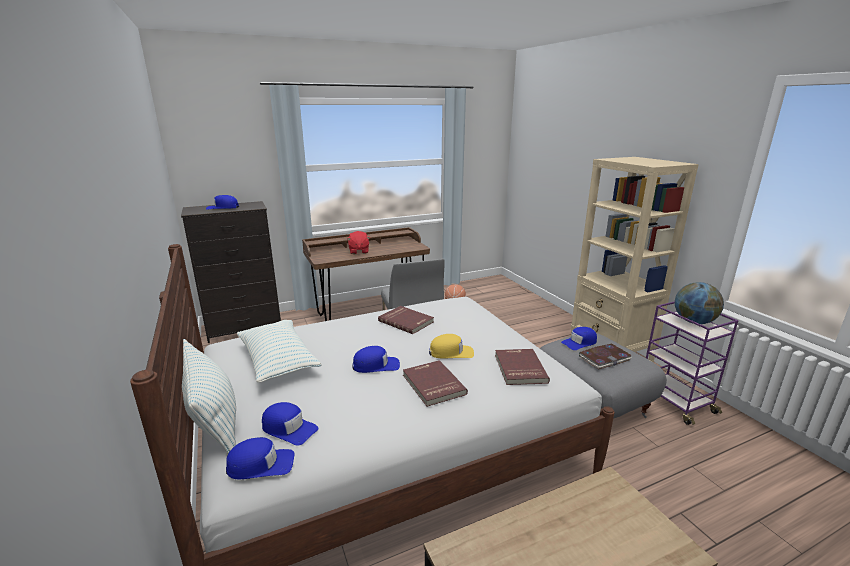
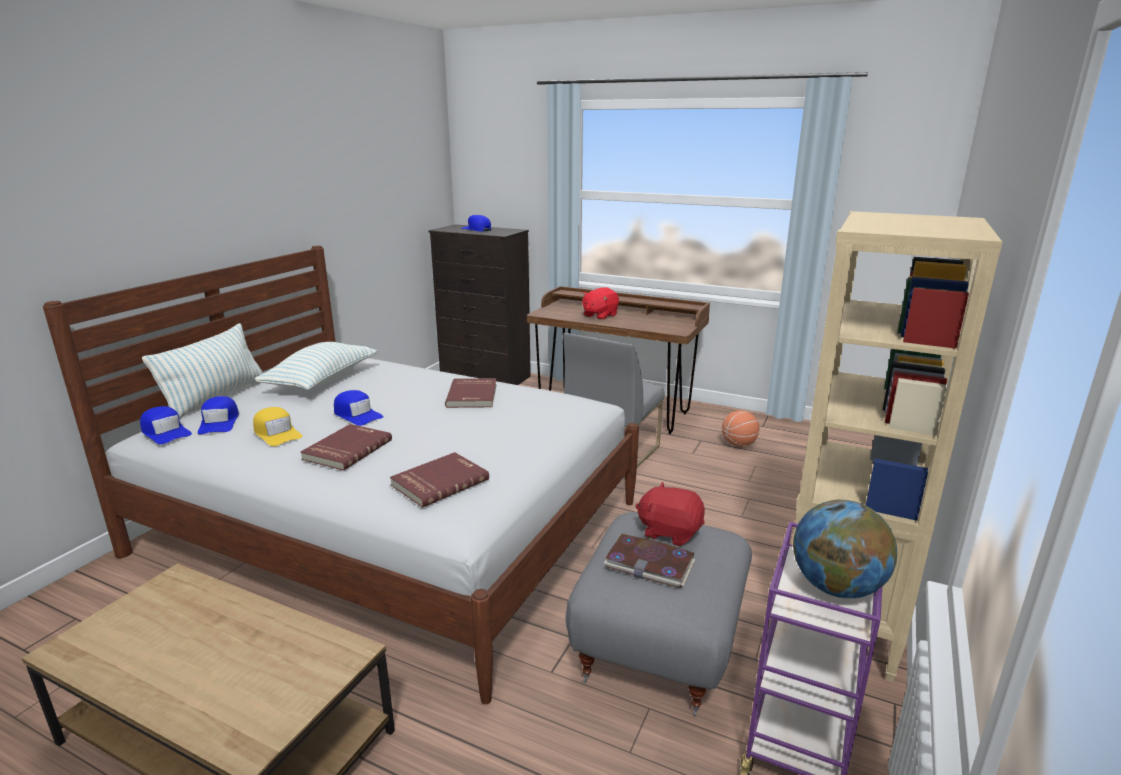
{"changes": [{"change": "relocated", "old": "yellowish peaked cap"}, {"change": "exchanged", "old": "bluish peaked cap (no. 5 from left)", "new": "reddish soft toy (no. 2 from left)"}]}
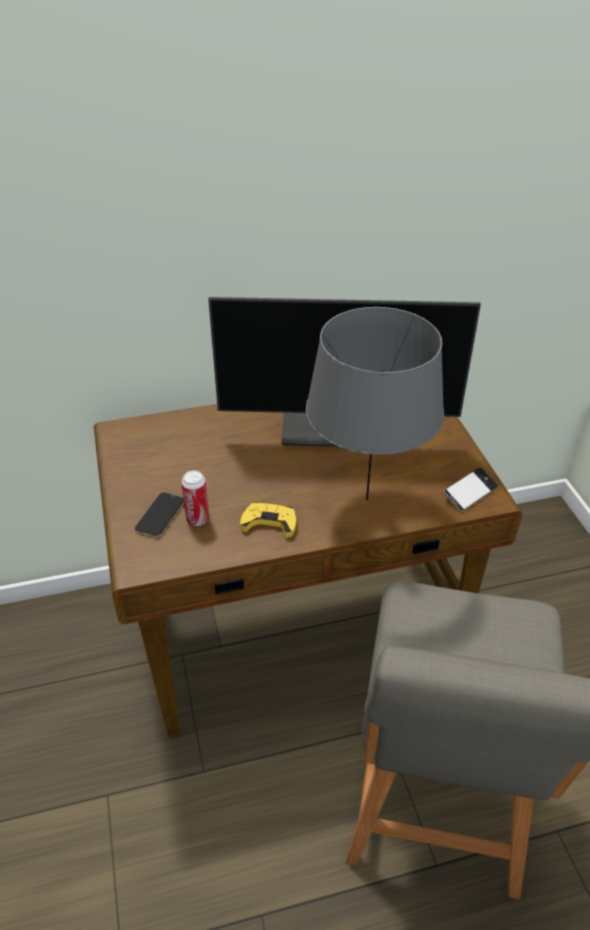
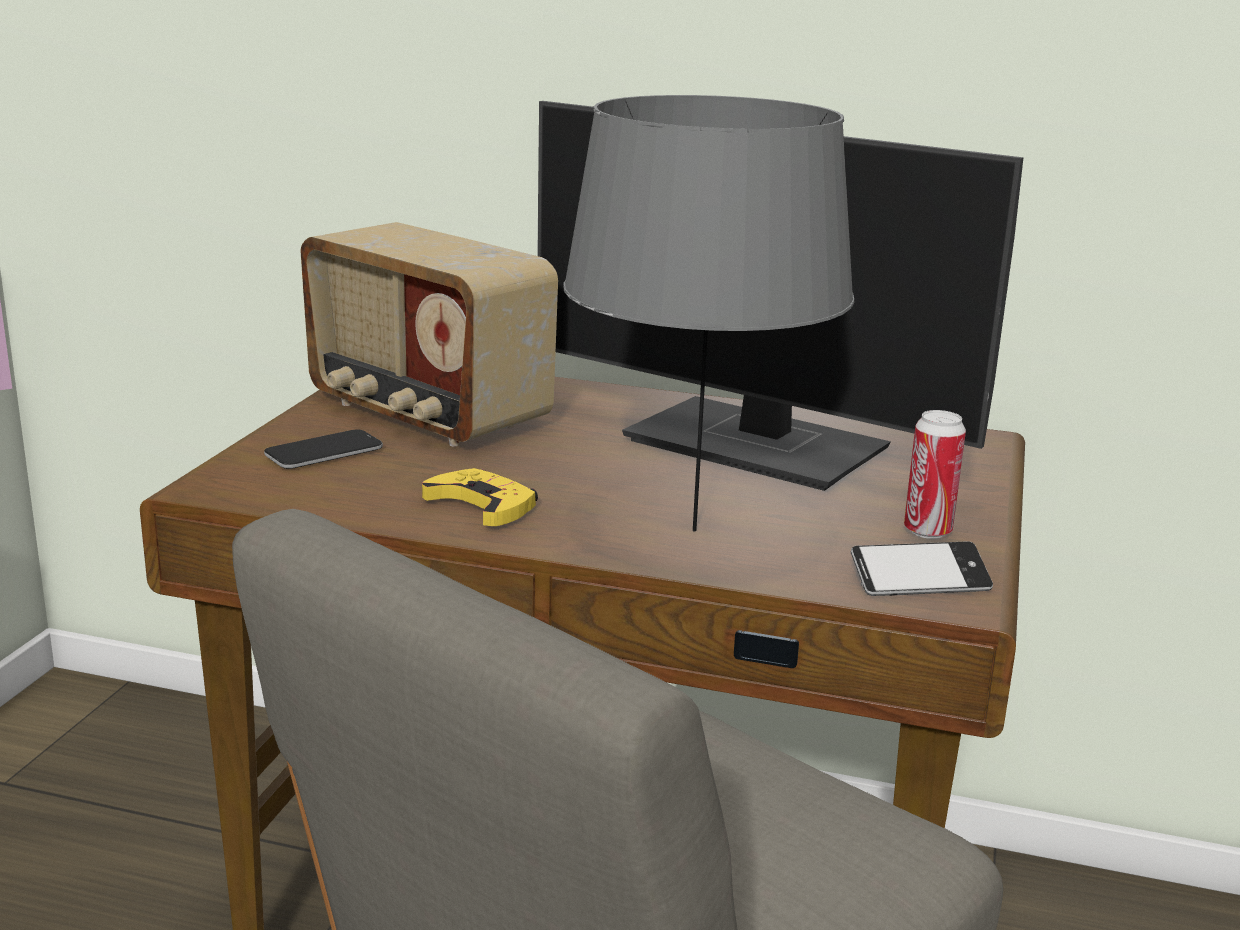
{"changes": [{"change": "appeared", "new": "radio set"}, {"change": "relocated", "old": "can"}]}
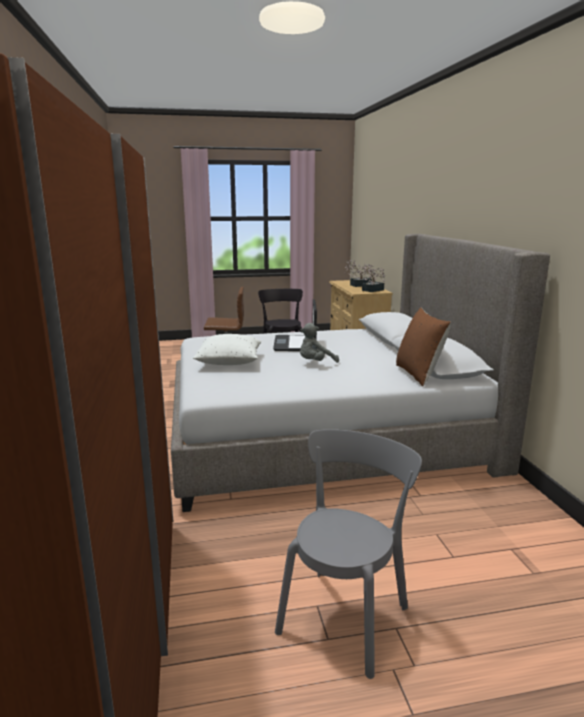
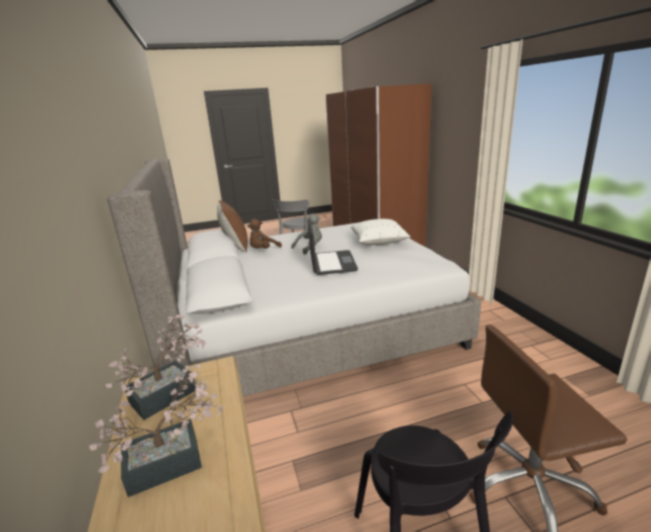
{"changes": [{"change": "appeared", "new": "brown-coloured soft toy"}]}
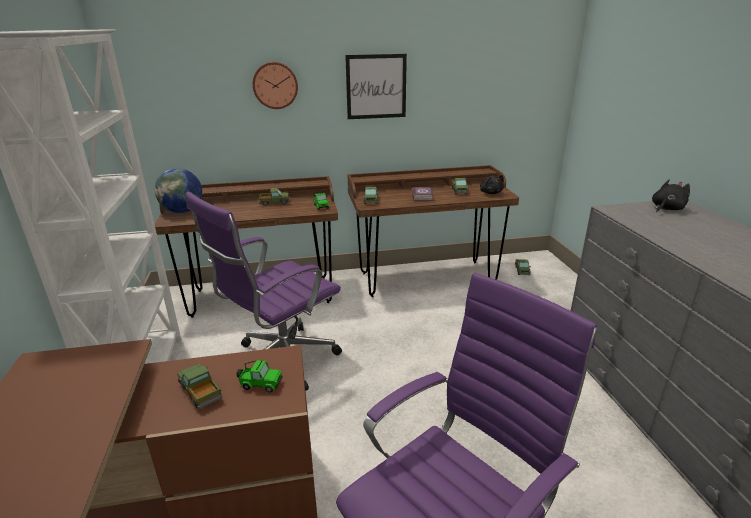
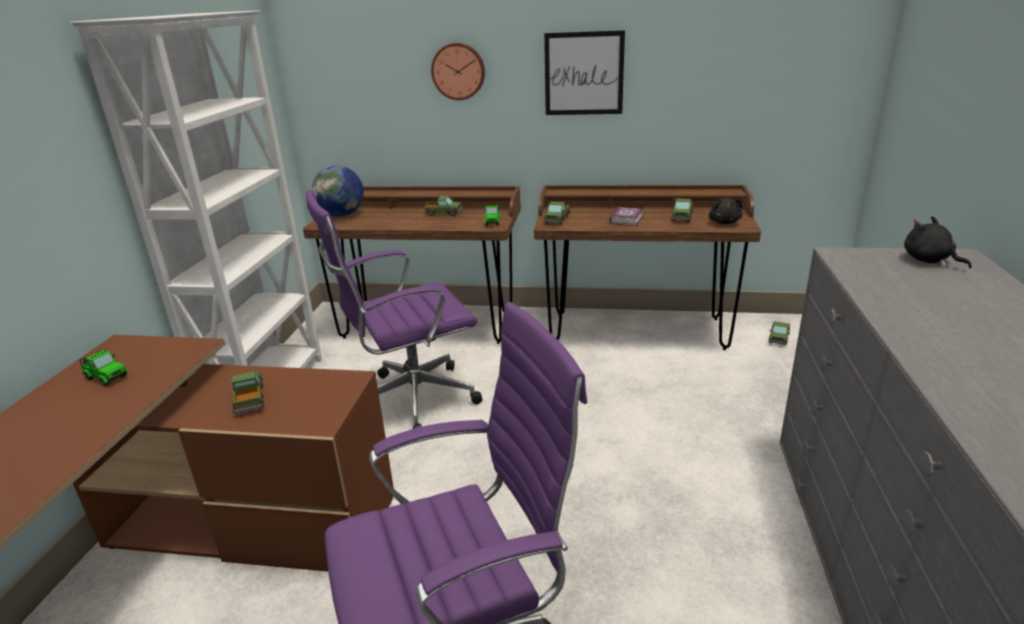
{"changes": [{"change": "relocated", "old": "model car (no. 1 from left)"}, {"change": "spun", "old": "blackish soft toy (no. 2 from left)", "degrees": -105}]}
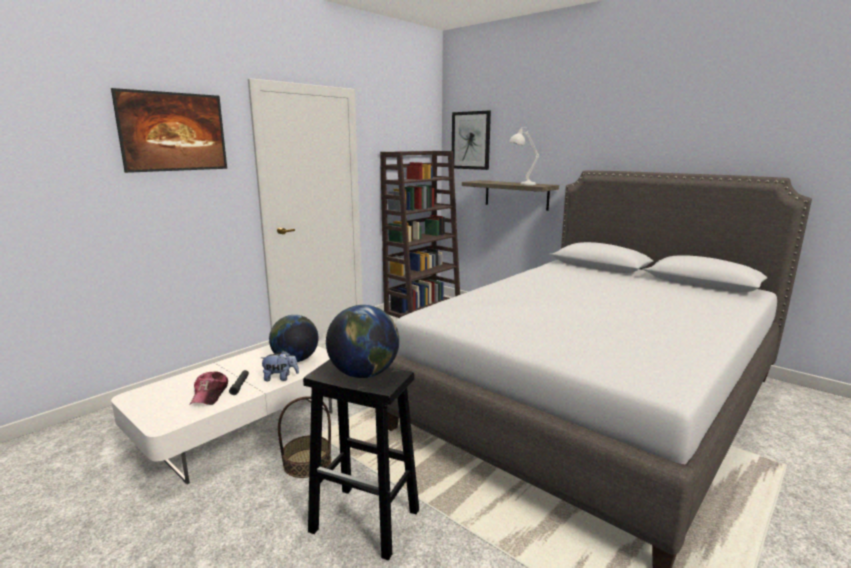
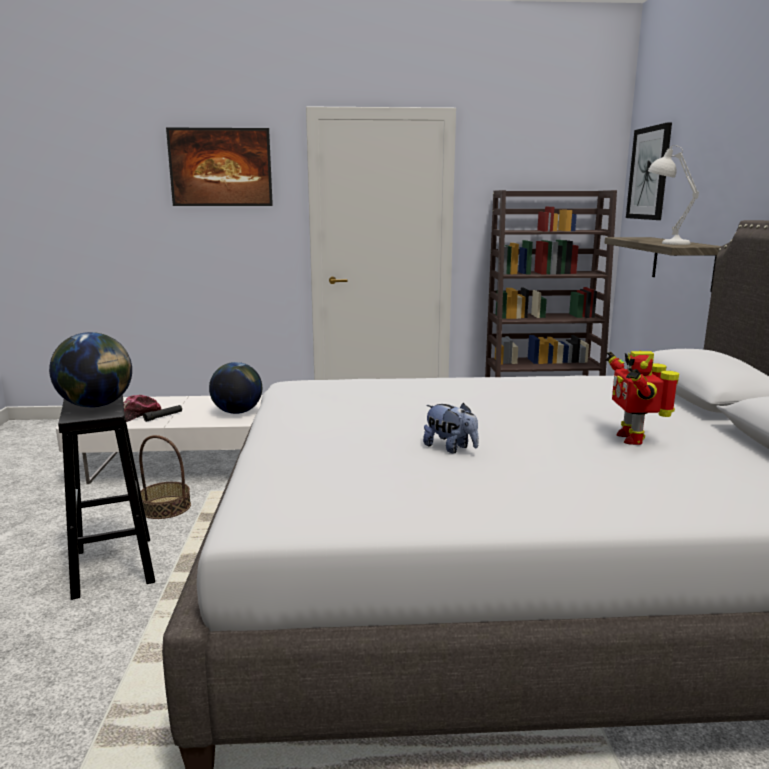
{"changes": [{"change": "relocated", "old": "soft toy"}, {"change": "appeared", "new": "model robot"}]}
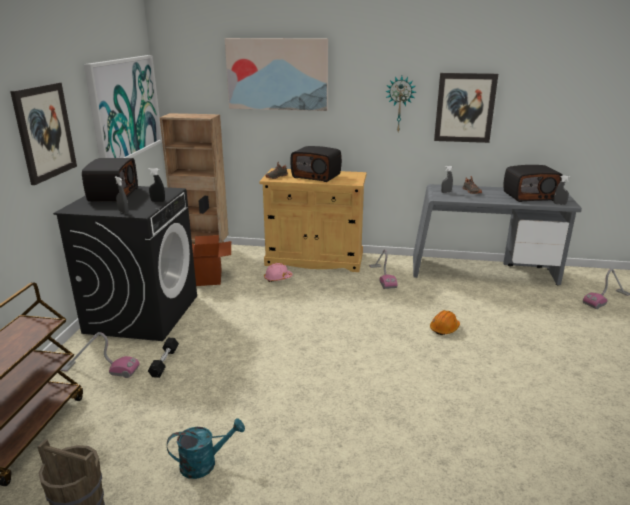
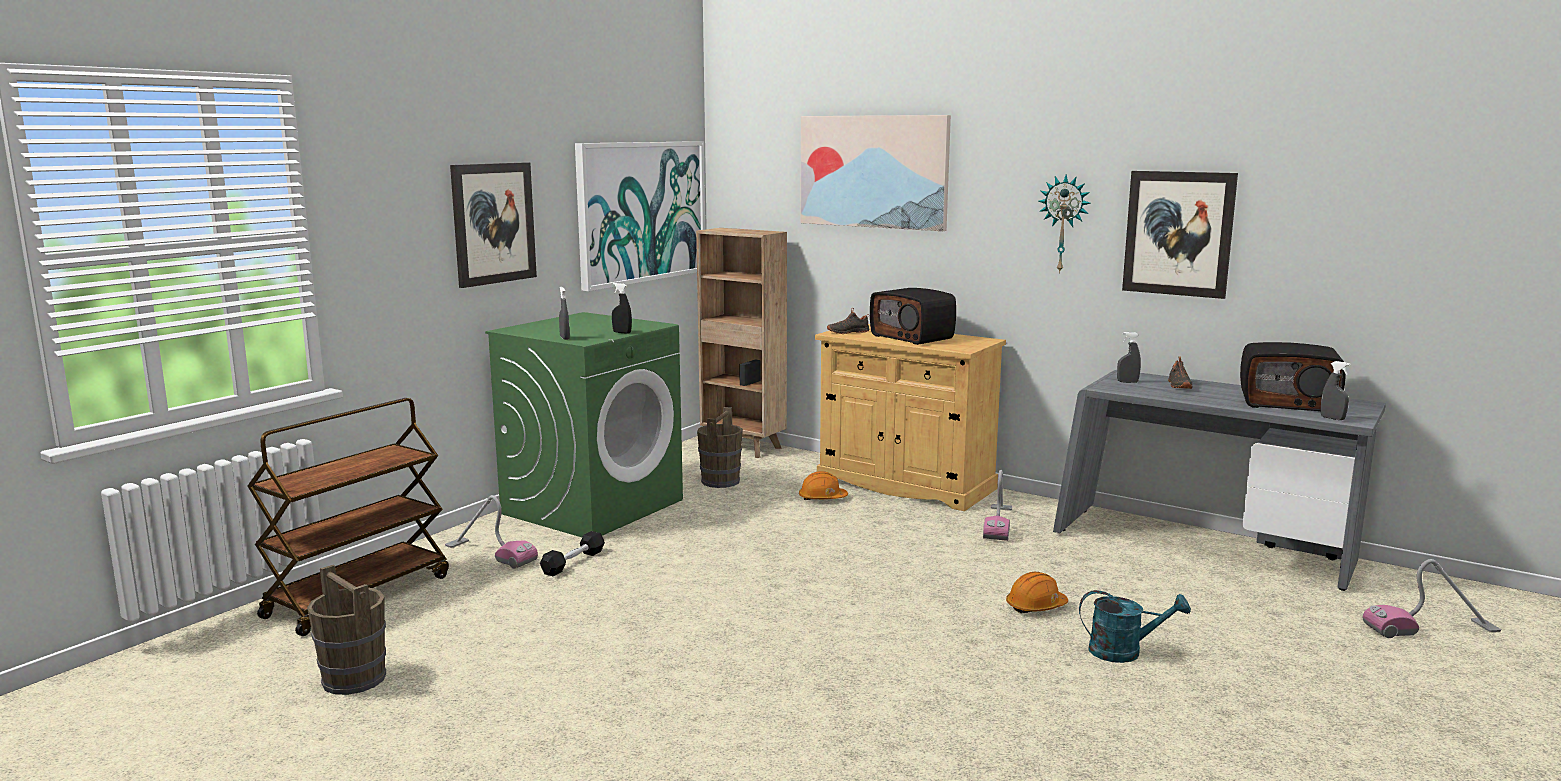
{"changes": [{"change": "colour", "old": "blackish laundry machine", "new": "green-coloured laundry machine"}, {"change": "exchanged", "old": "carton", "new": "brown-coloured bucket (no. 2 from left)"}, {"change": "colour", "old": "pink hard hat", "new": "orange hard hat (no. 1 from left)"}, {"change": "relocated", "old": "blue-green sprinkling can"}, {"change": "missing", "old": "radio set (no. 1 from left)"}]}
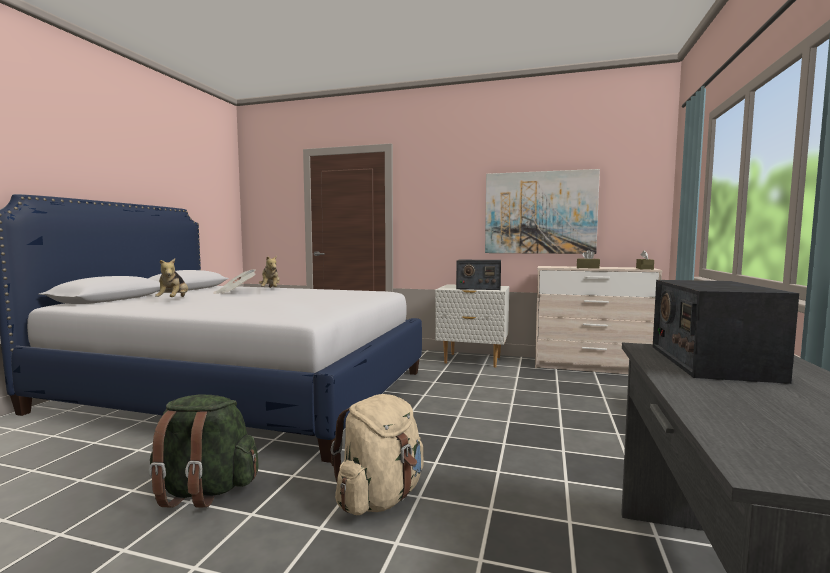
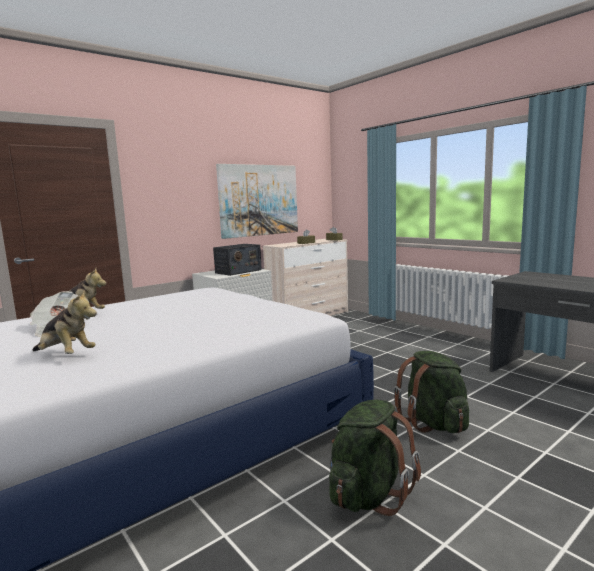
{"changes": [{"change": "colour", "old": "beige-coloured knapsack", "new": "green-coloured knapsack (no. 2 from left)"}, {"change": "missing", "old": "radio set (no. 2 from left)"}]}
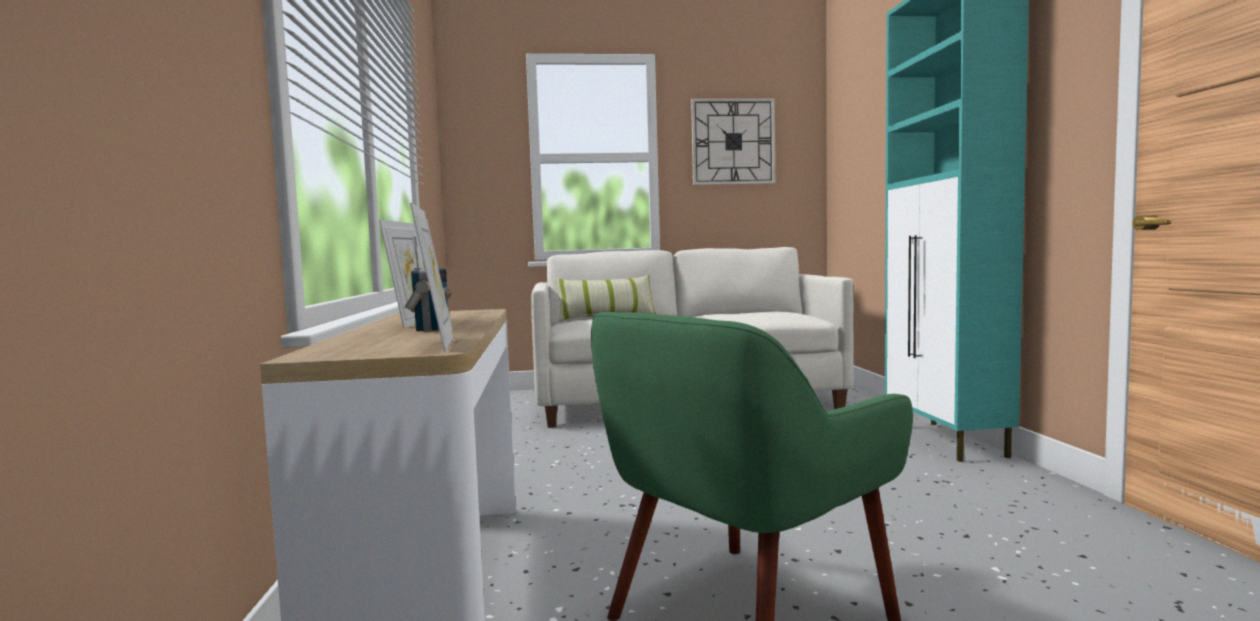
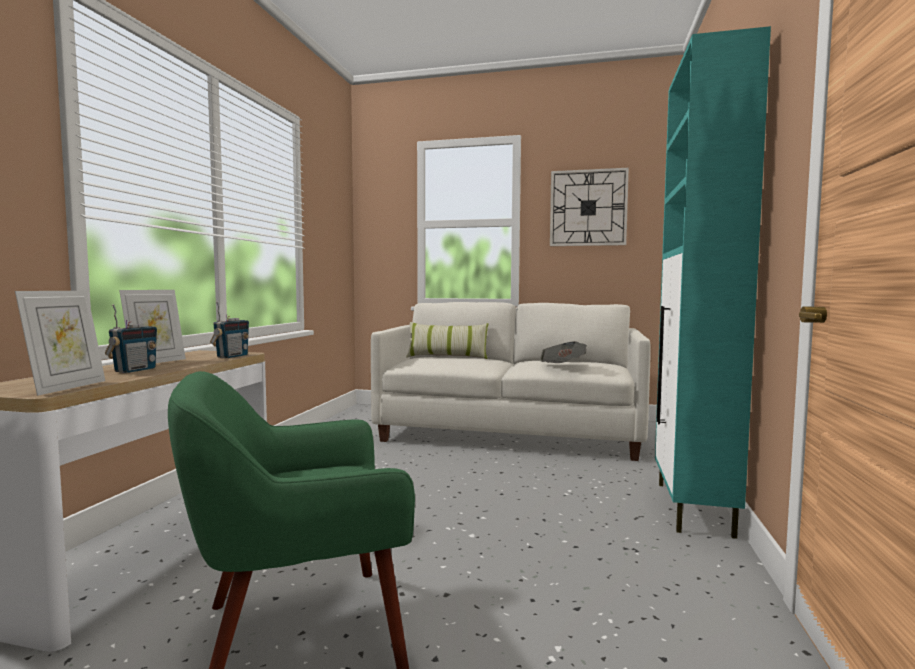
{"changes": [{"change": "appeared", "new": "radio set (no. 2 from left)"}, {"change": "appeared", "new": "printed paper"}]}
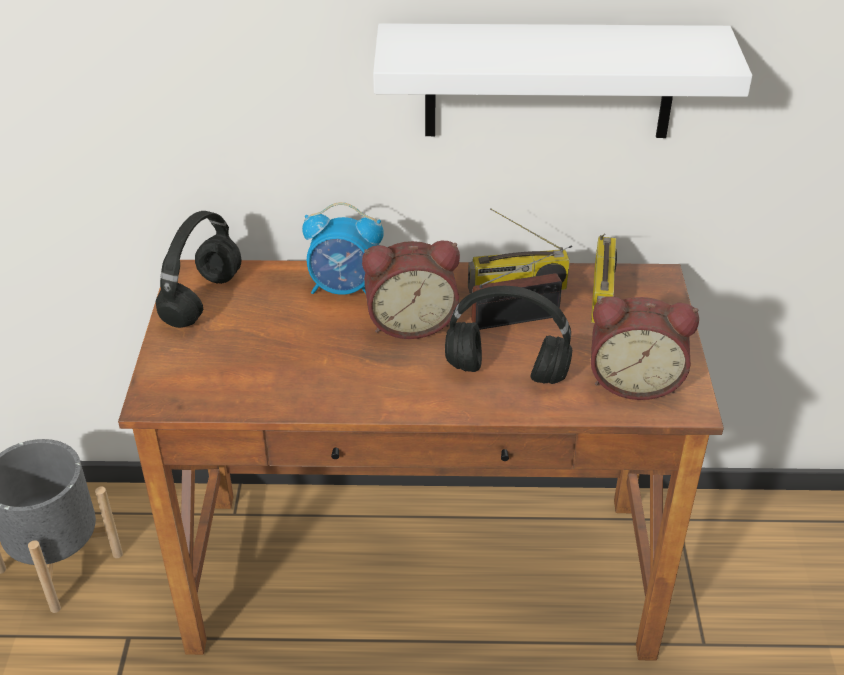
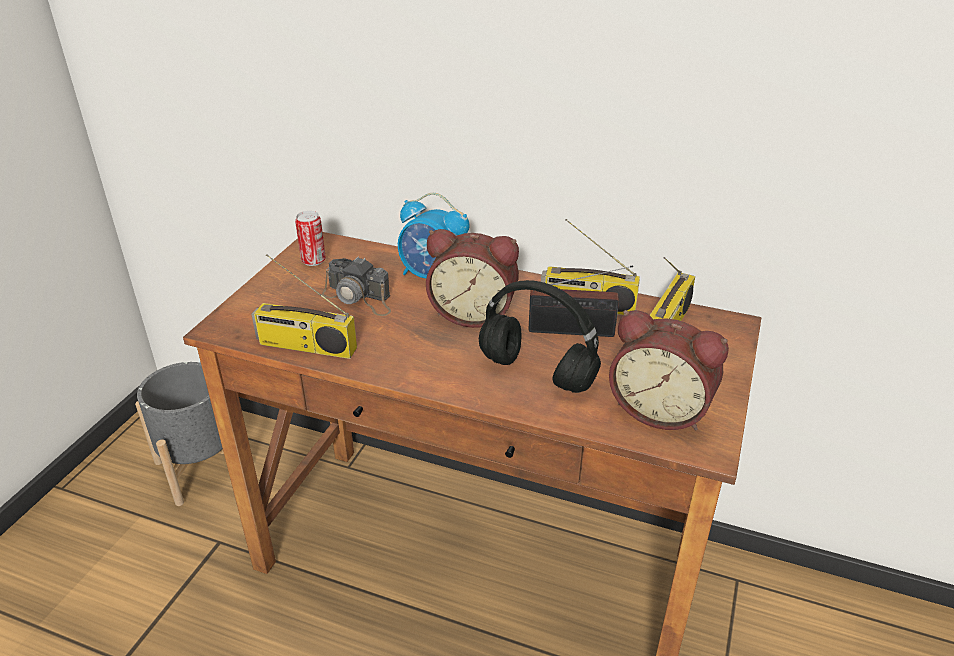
{"changes": [{"change": "appeared", "new": "radio set (no. 1 from left)"}, {"change": "exchanged", "old": "blackish headphones (no. 1 from left)", "new": "can"}, {"change": "appeared", "new": "photo camera"}, {"change": "missing", "old": "white wall shelf"}]}
